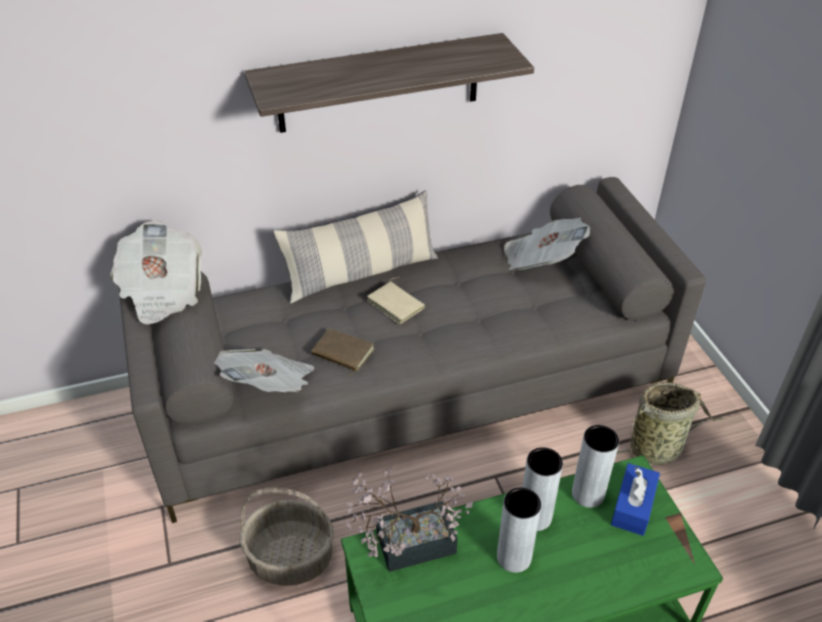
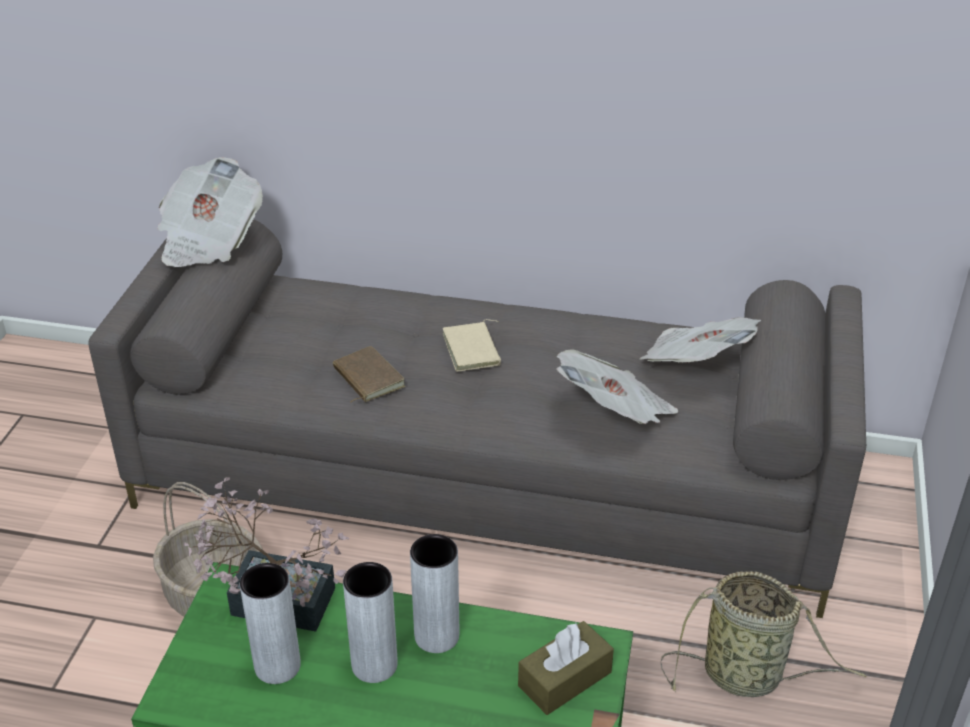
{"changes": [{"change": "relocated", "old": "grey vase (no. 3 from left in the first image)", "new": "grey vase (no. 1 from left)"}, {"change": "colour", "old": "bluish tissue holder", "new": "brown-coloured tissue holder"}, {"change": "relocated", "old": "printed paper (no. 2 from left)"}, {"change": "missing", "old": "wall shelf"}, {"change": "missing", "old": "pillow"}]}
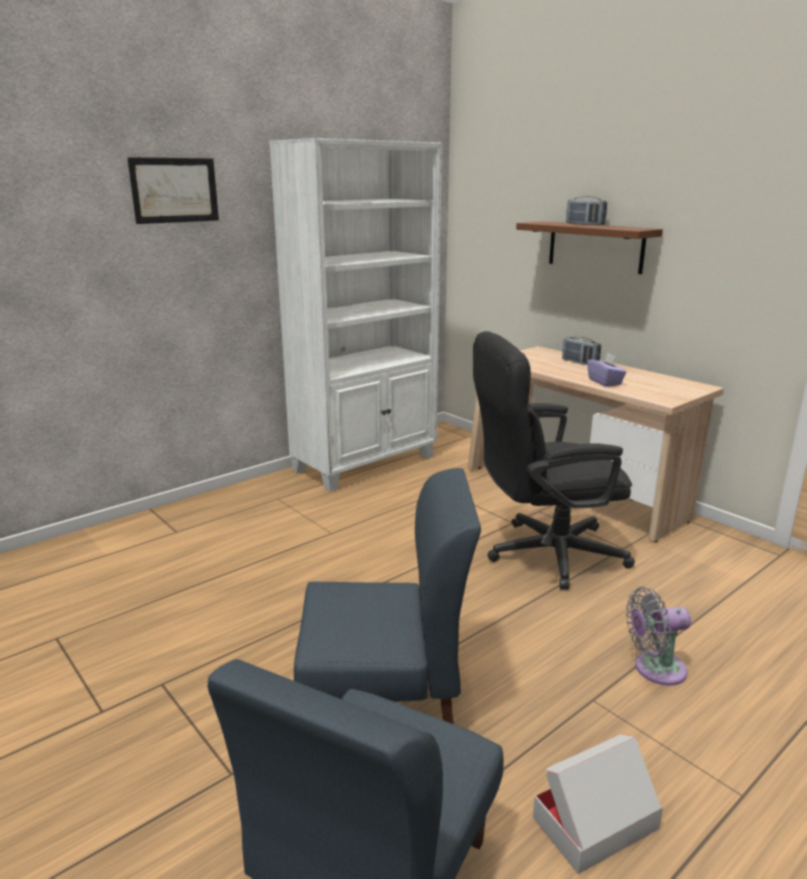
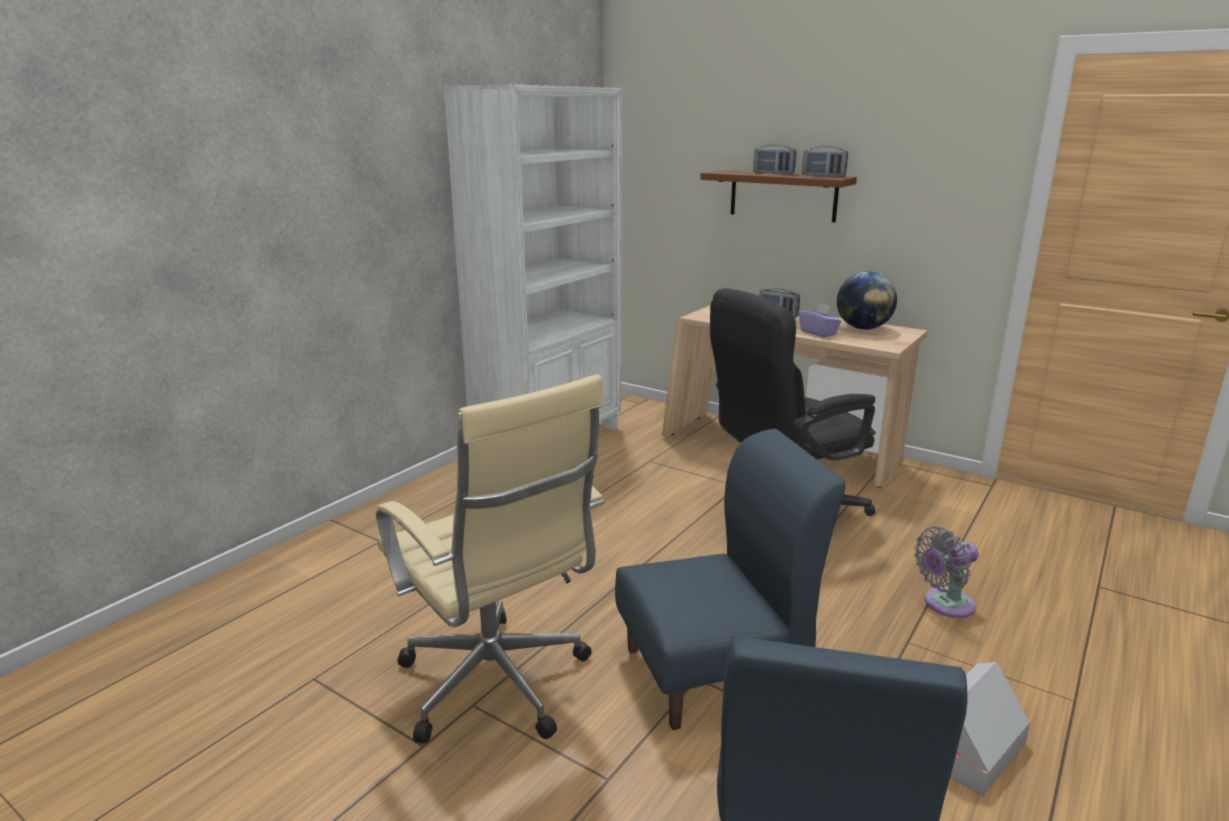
{"changes": [{"change": "appeared", "new": "beige-coloured desk chair"}, {"change": "appeared", "new": "radio set (no. 3 from left)"}, {"change": "appeared", "new": "desk globe"}, {"change": "missing", "old": "wall picture"}]}
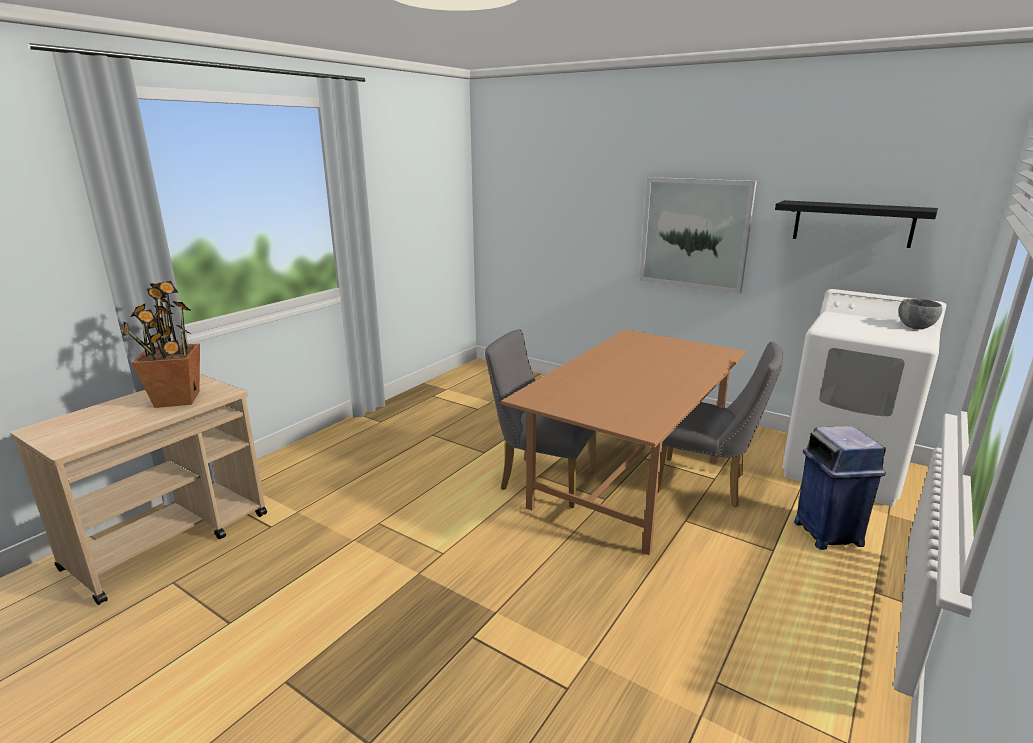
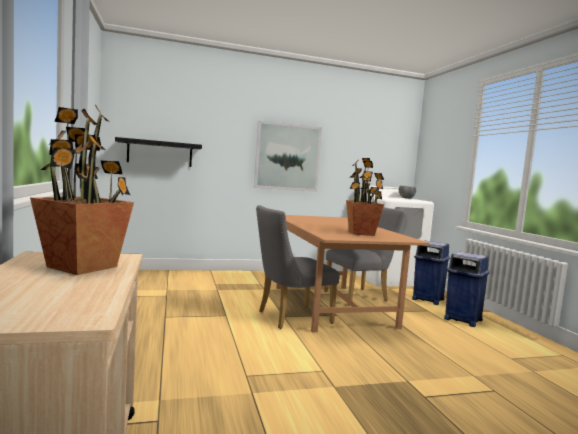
{"changes": [{"change": "relocated", "old": "blackish wall shelf"}, {"change": "appeared", "new": "plant in a pot (no. 2 from left)"}, {"change": "appeared", "new": "bluish waste bin (no. 2 from left)"}]}
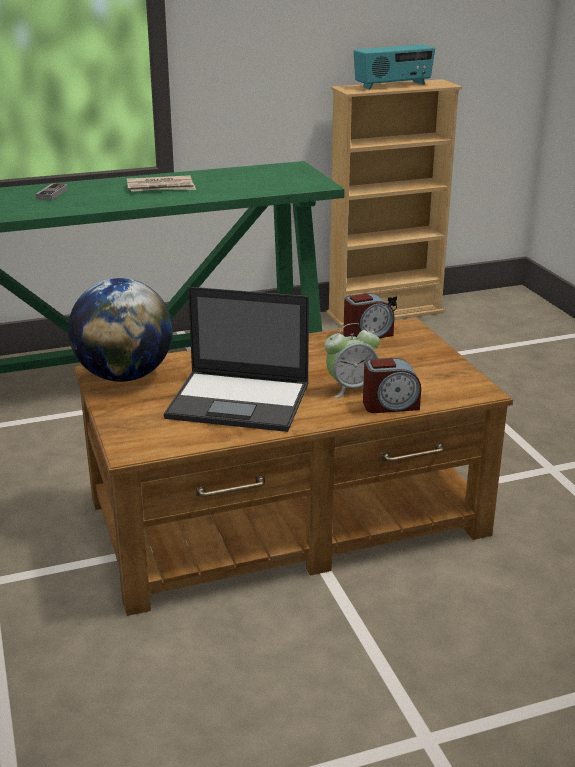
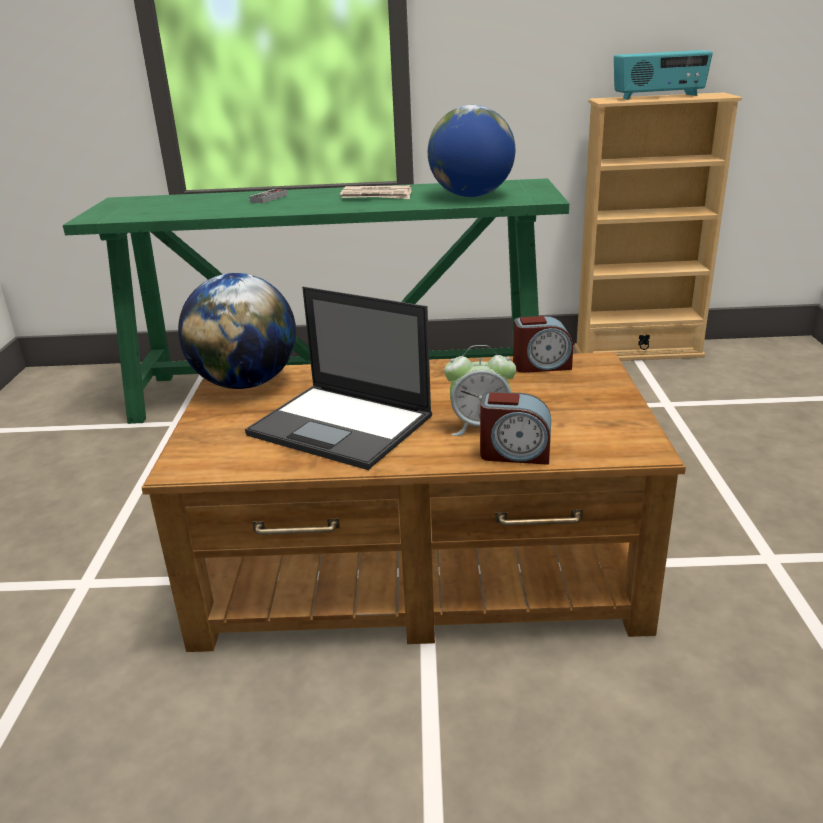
{"changes": [{"change": "appeared", "new": "desk globe (no. 2 from left)"}]}
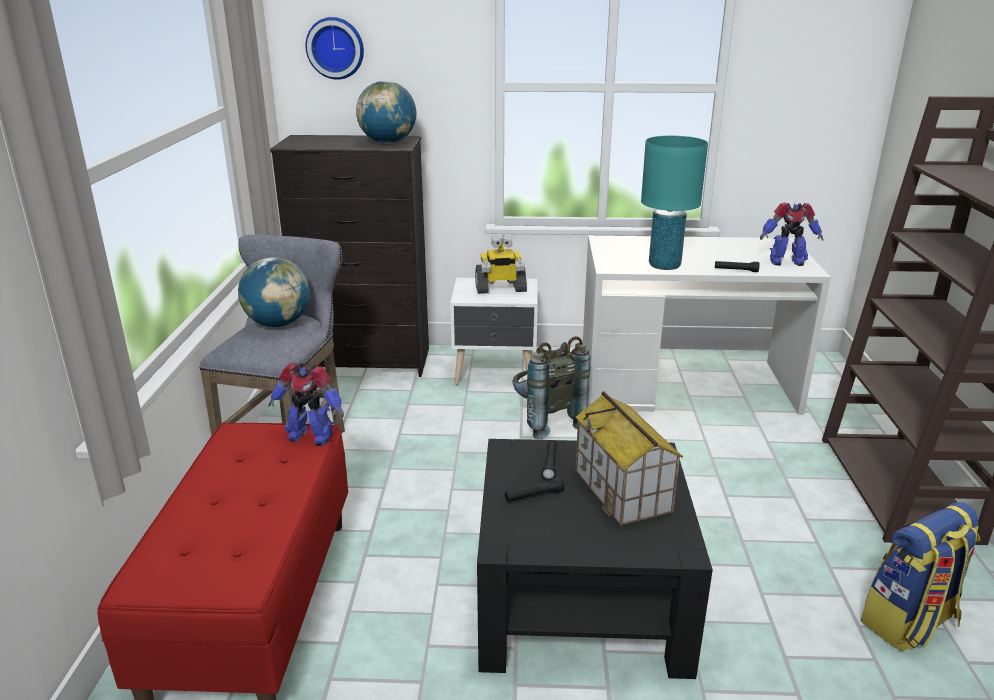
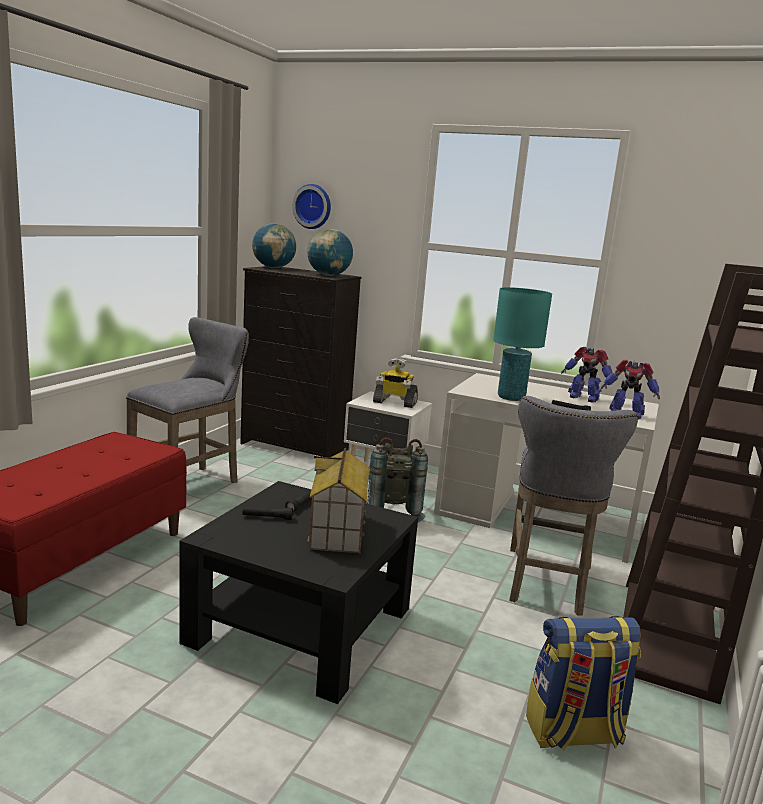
{"changes": [{"change": "relocated", "old": "desk globe (no. 1 from left)"}, {"change": "appeared", "new": "grey stool (no. 2 from left)"}, {"change": "relocated", "old": "model robot (no. 1 from left in the first image)", "new": "model robot (no. 2 from left)"}]}
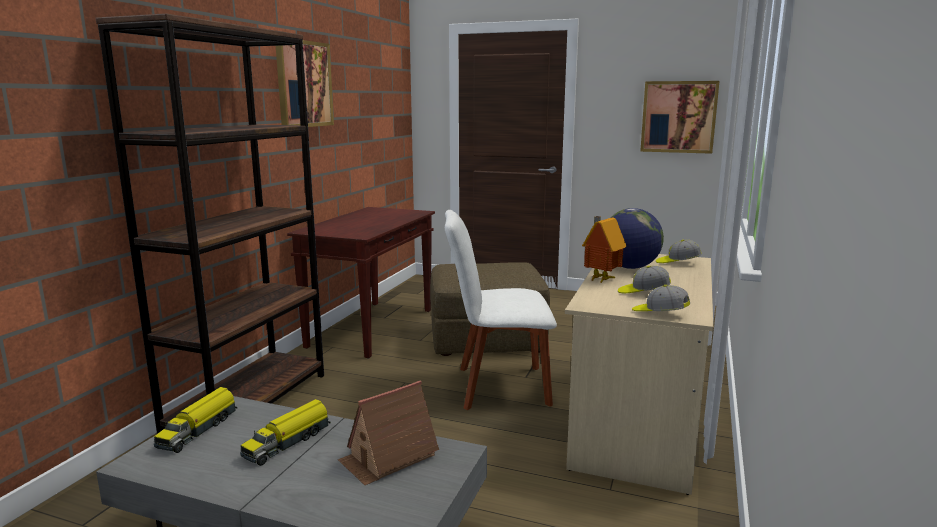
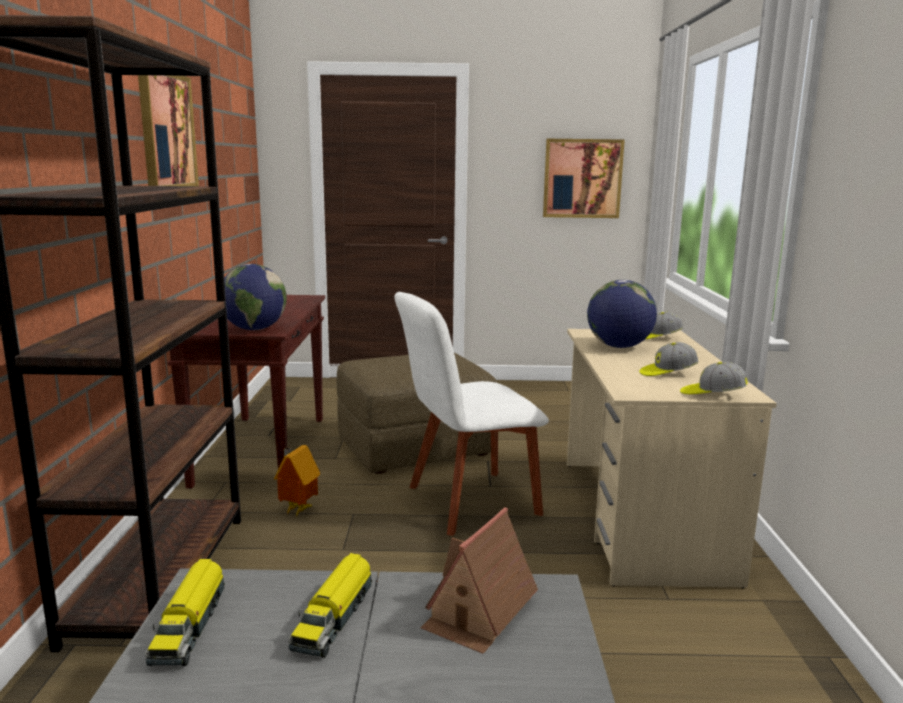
{"changes": [{"change": "appeared", "new": "desk globe (no. 1 from left)"}, {"change": "relocated", "old": "miniature house (no. 2 from left in the first image)", "new": "miniature house (no. 1 from left)"}]}
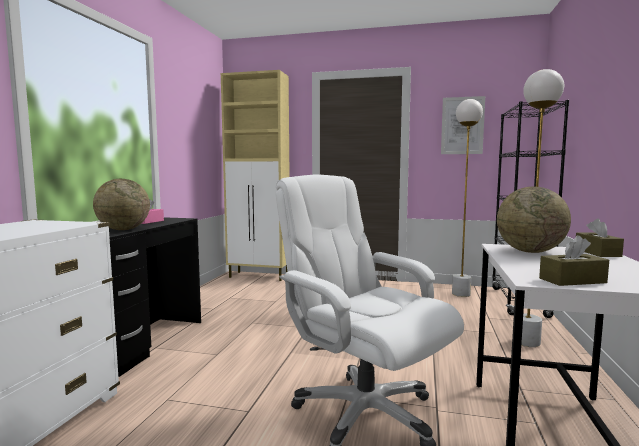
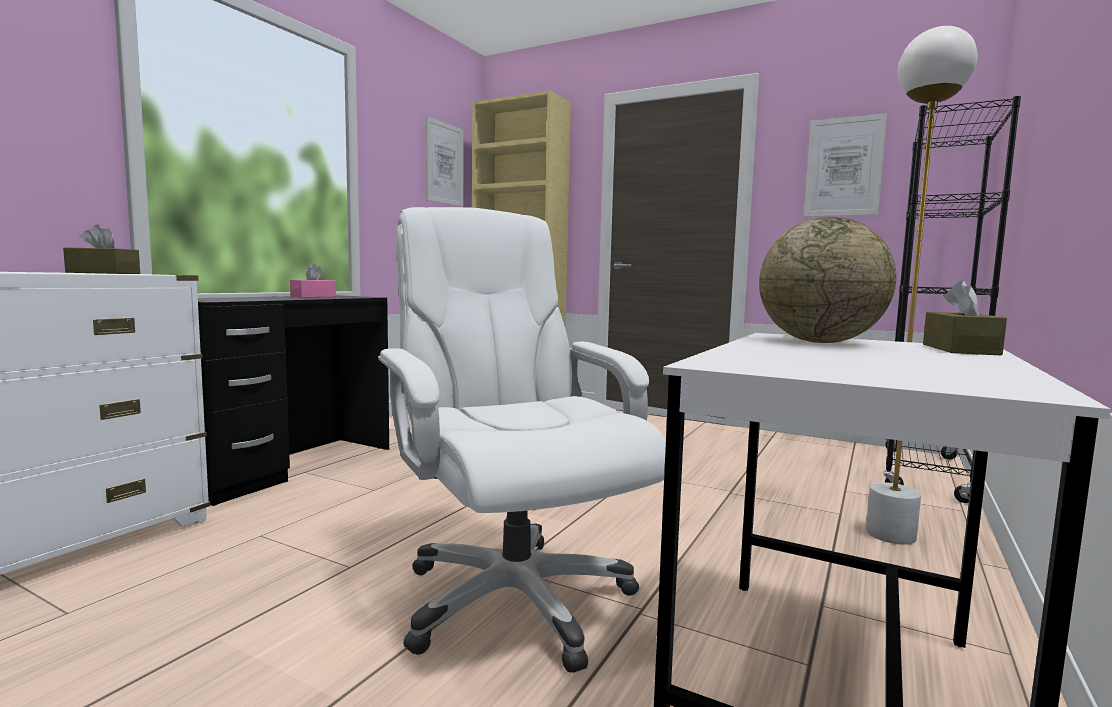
{"changes": [{"change": "relocated", "old": "brown-coloured tissue holder (no. 1 from left)"}, {"change": "appeared", "new": "wall picture (no. 1 from left)"}, {"change": "missing", "old": "desk globe (no. 1 from left)"}, {"change": "missing", "old": "white standard lamp (no. 1 from left)"}]}
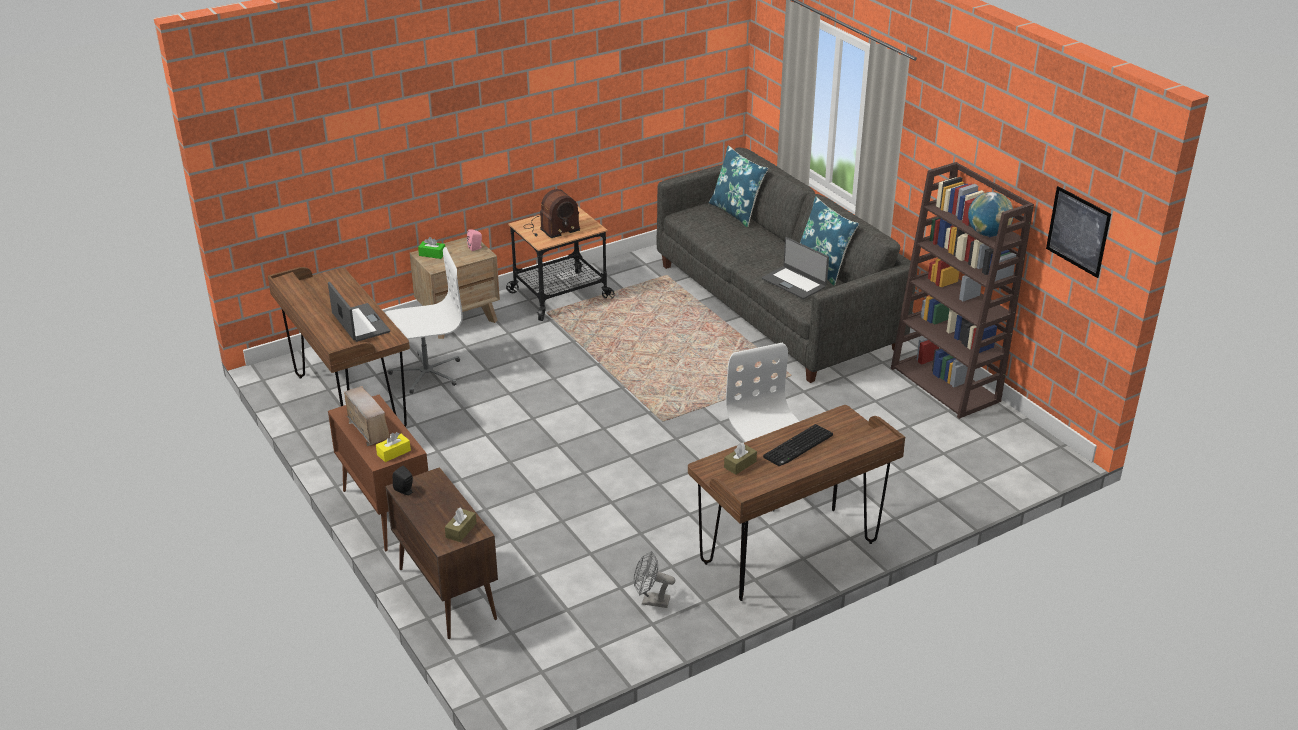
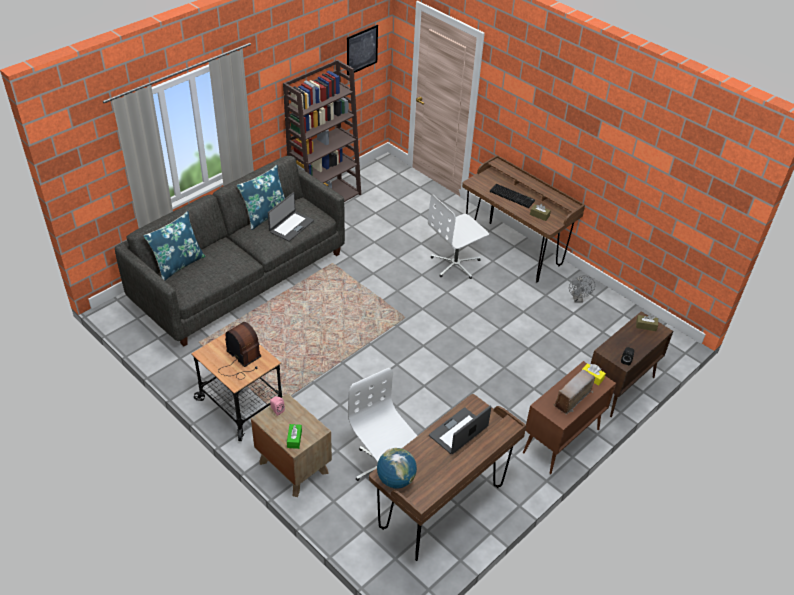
{"changes": [{"change": "relocated", "old": "desk globe"}]}
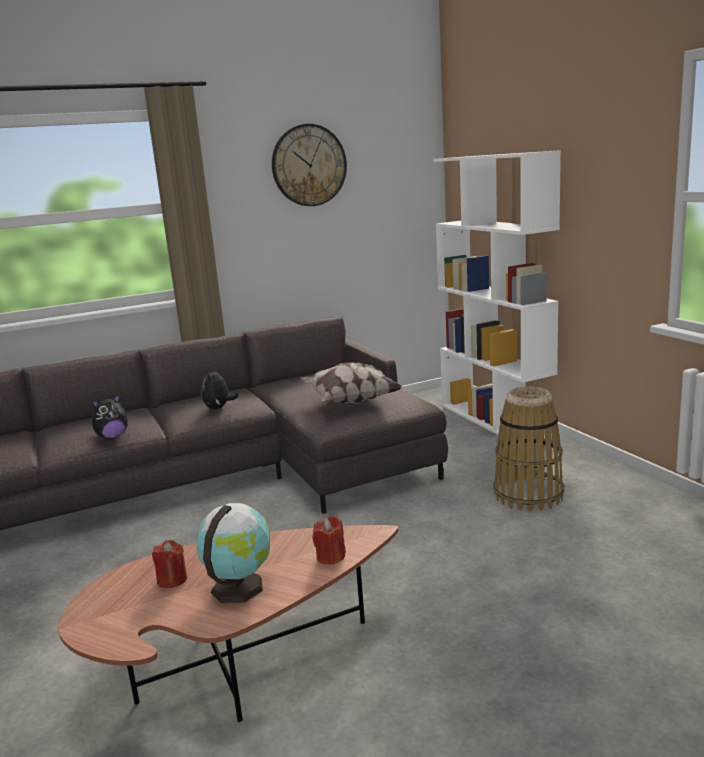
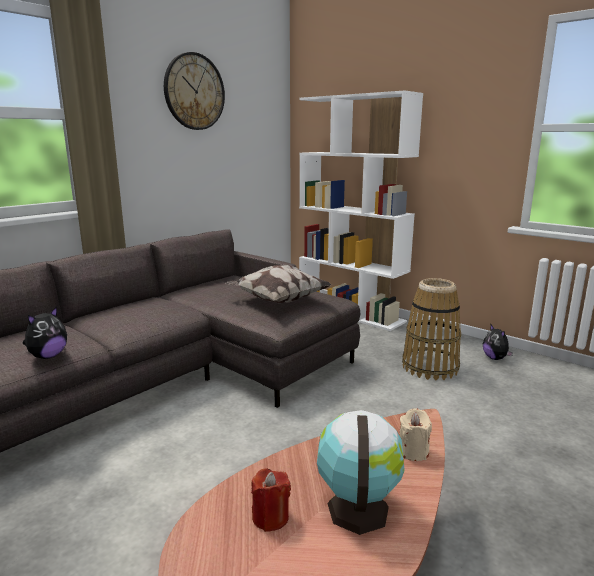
{"changes": [{"change": "colour", "old": "reddish wax candle (no. 2 from left)", "new": "beige-coloured wax candle"}, {"change": "relocated", "old": "soft toy (no. 2 from left)"}]}
